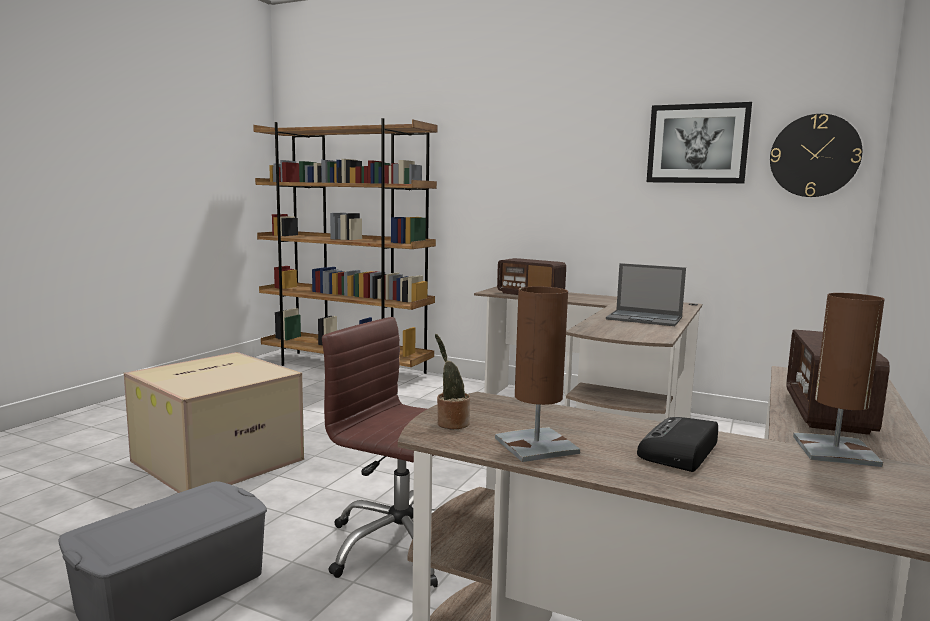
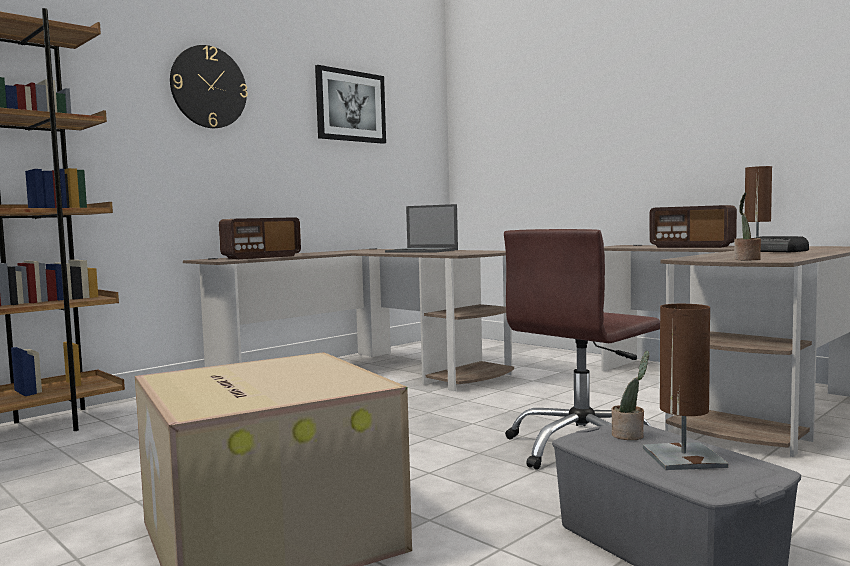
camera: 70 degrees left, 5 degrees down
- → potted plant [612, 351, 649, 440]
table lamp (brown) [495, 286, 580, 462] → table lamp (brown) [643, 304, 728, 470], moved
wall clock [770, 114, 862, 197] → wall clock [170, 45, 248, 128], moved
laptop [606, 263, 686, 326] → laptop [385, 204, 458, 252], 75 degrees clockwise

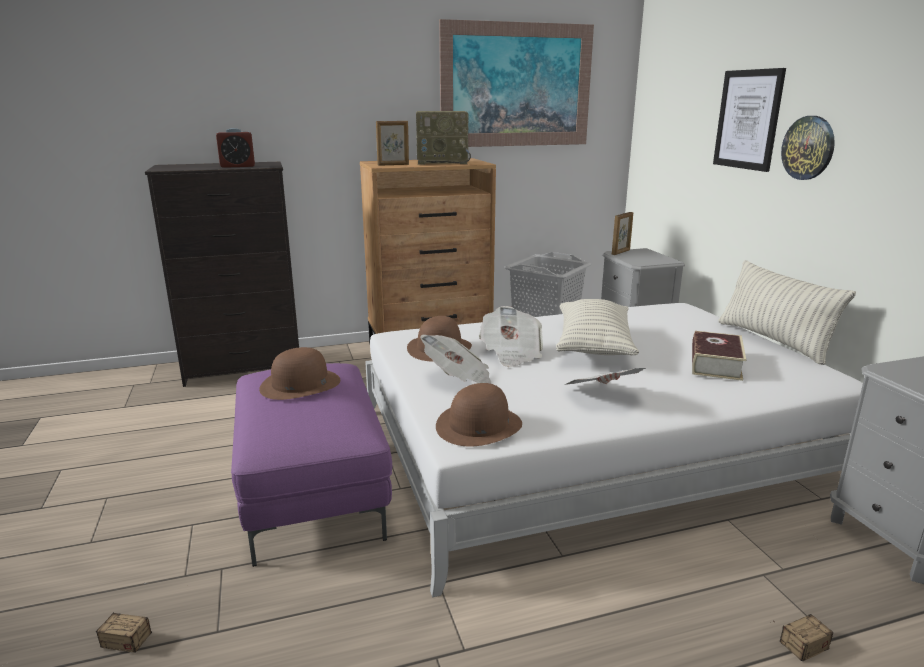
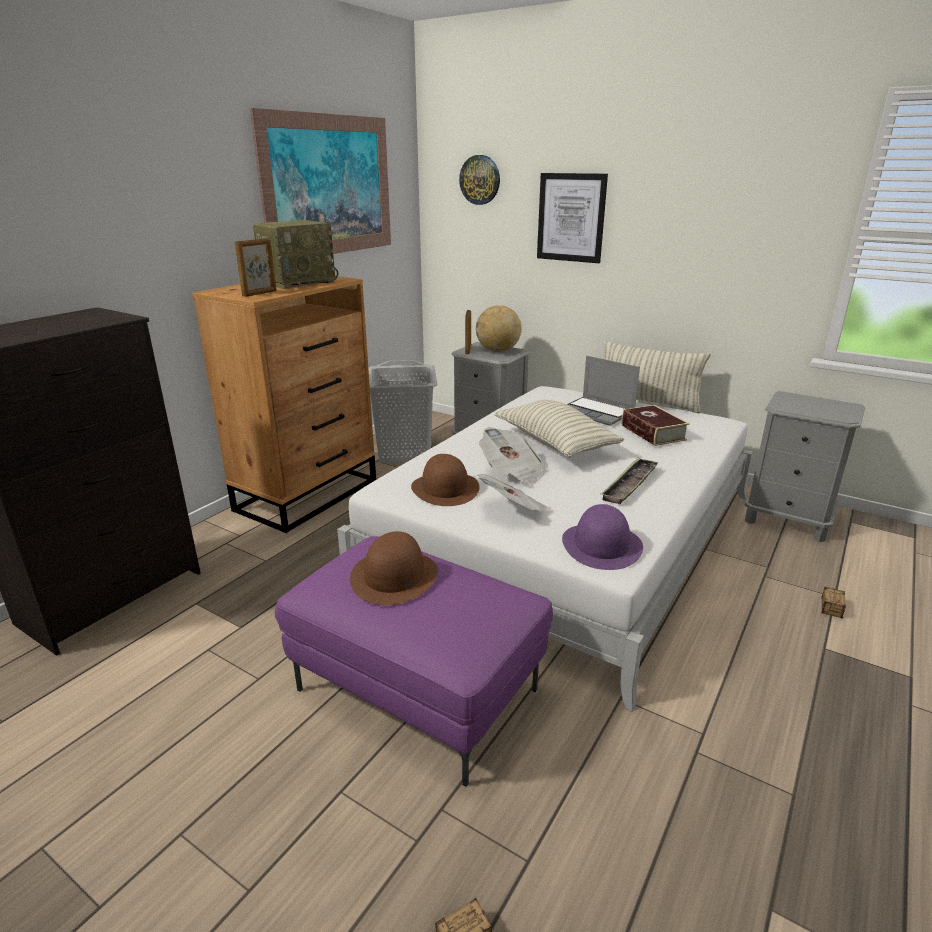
camera: 40 degrees left, 5 degrees up
alarm clock [216, 128, 255, 168] → -
- → globe [476, 305, 522, 352]
- → laptop [567, 356, 640, 426]
wall clock [781, 116, 835, 180] → wall clock [459, 155, 500, 205], moved
newspaper [565, 368, 646, 385] → tray [601, 458, 659, 504]
hat (brown) [436, 383, 522, 446] → hat (purple) [562, 504, 643, 570]

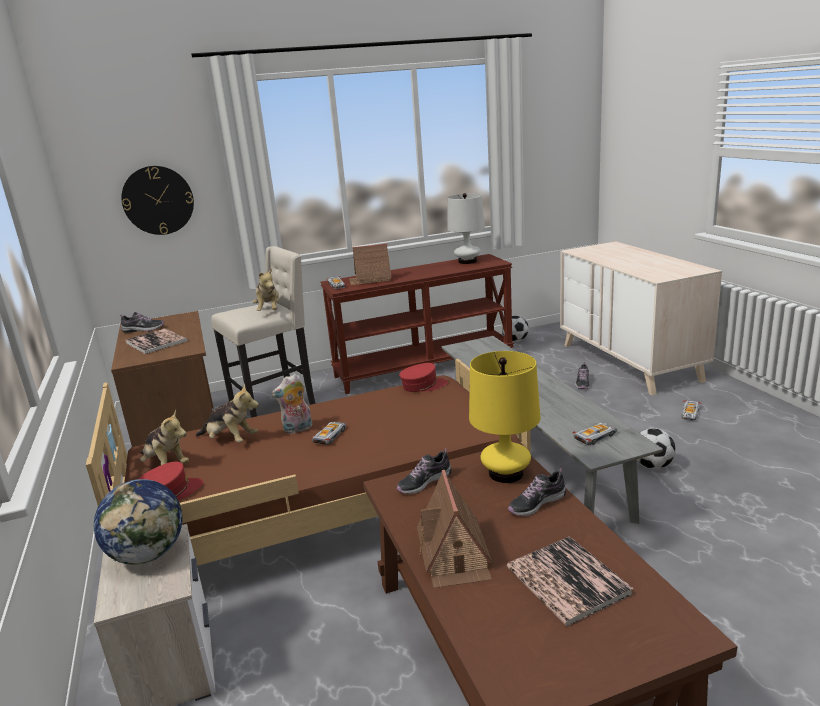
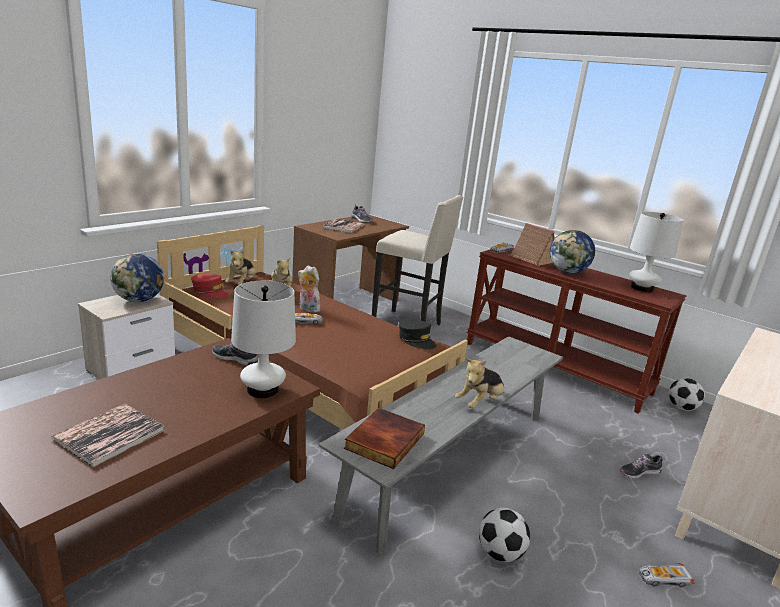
camera: 55 degrees right, 0 degrees up
wall clock [122, 166, 194, 235] → -
toy house [417, 470, 493, 588] → -
shoe [508, 468, 566, 516] → -
- → globe [550, 230, 595, 274]
plush toy [252, 268, 279, 311] → plush toy [455, 359, 504, 409], moved
toy car [572, 423, 617, 445] → book [344, 408, 425, 469]
cap (red) [399, 363, 448, 392] → cap (black) [399, 319, 436, 349]
table lamp (yellow) [469, 351, 541, 483] → table lamp (white) [231, 281, 296, 398]

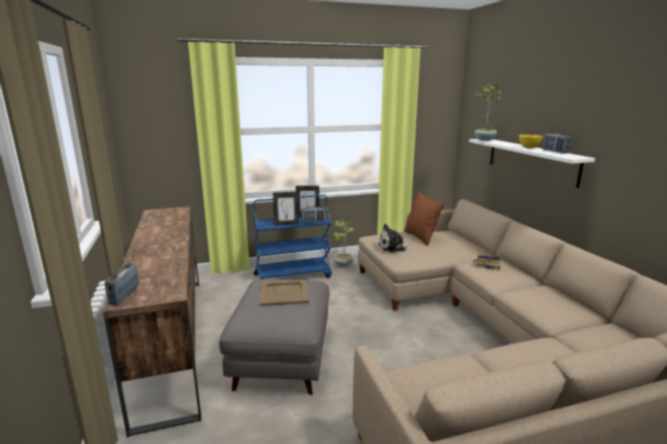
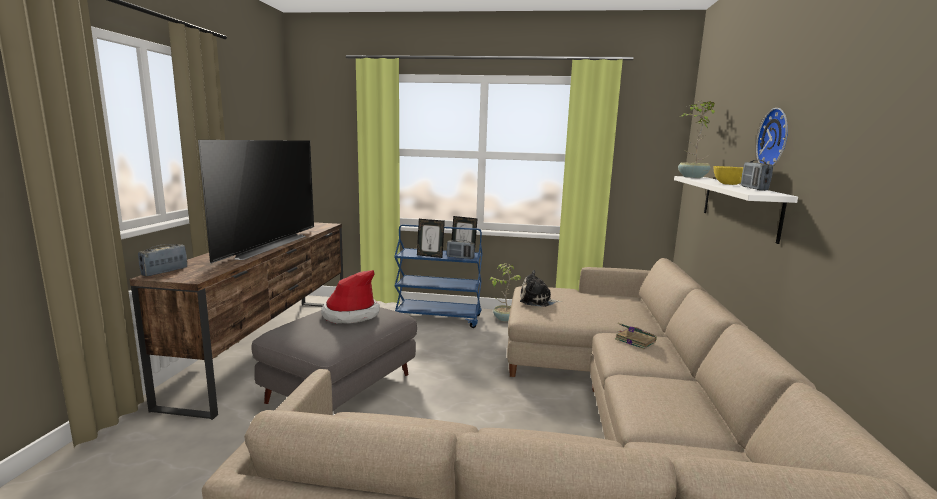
camera: 25 degrees right, 5 degrees down
pillow (brown) [404, 192, 445, 246] → -
- → television [198, 140, 314, 263]
- → wall clock [756, 108, 788, 166]
tray (beige) [260, 280, 309, 306] → hat [321, 270, 380, 324]

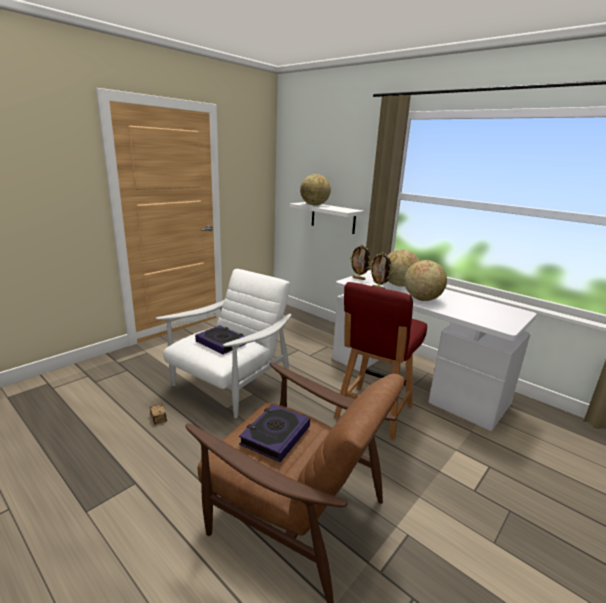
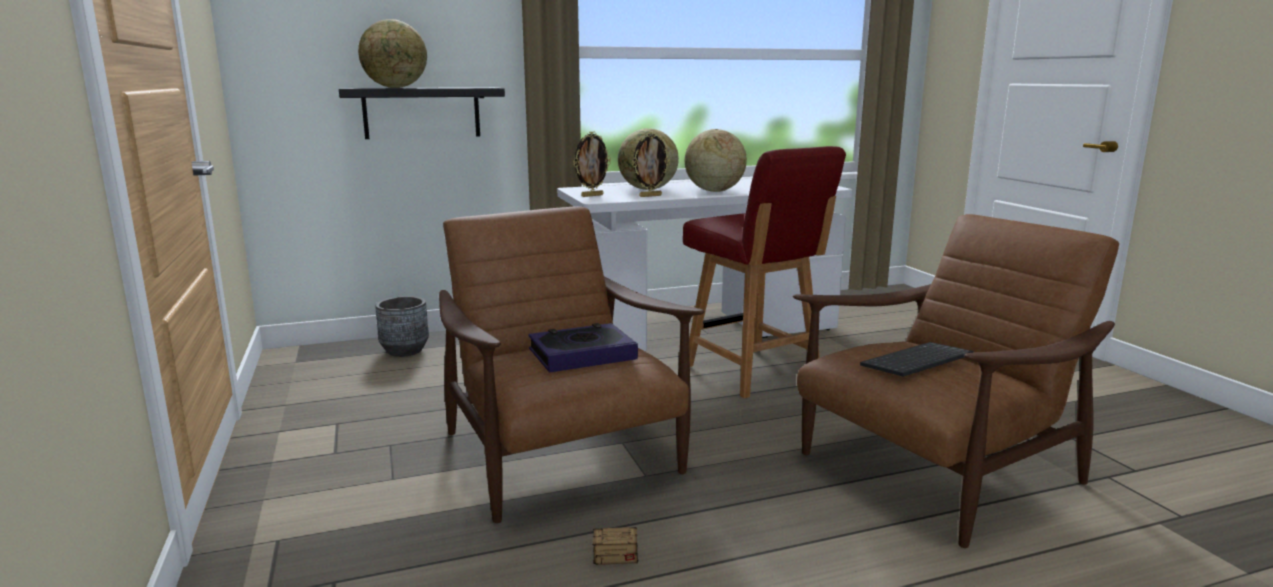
camera: 60 degrees left, 5 degrees down
- → planter (grey) [375, 296, 429, 357]
book [239, 404, 310, 462] → keyboard [860, 342, 974, 377]
armchair (white) [156, 269, 291, 419] → armchair (brown) [439, 206, 704, 523]
shelf (white) [290, 202, 364, 234] → shelf (black) [339, 87, 505, 139]

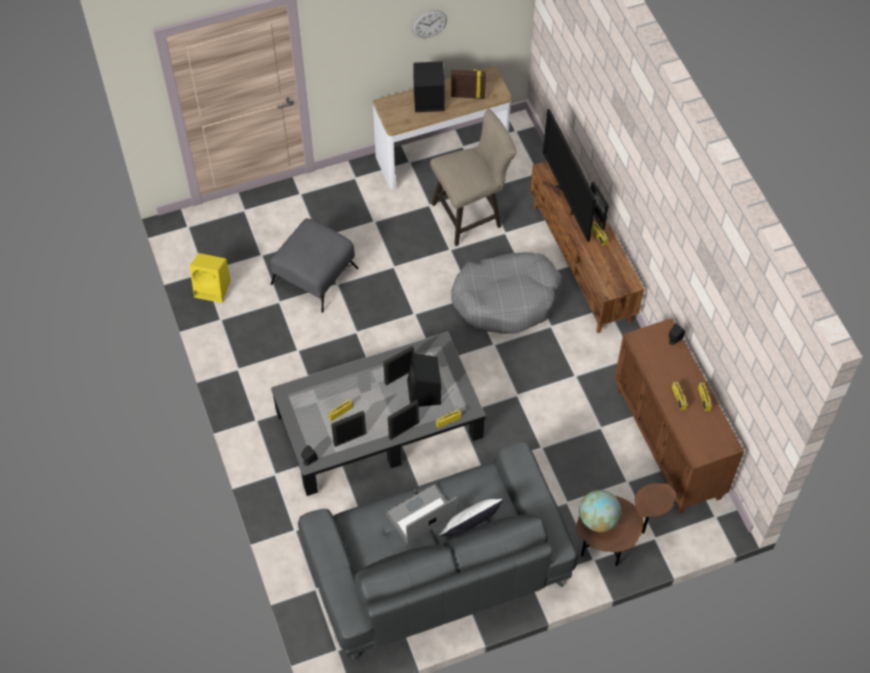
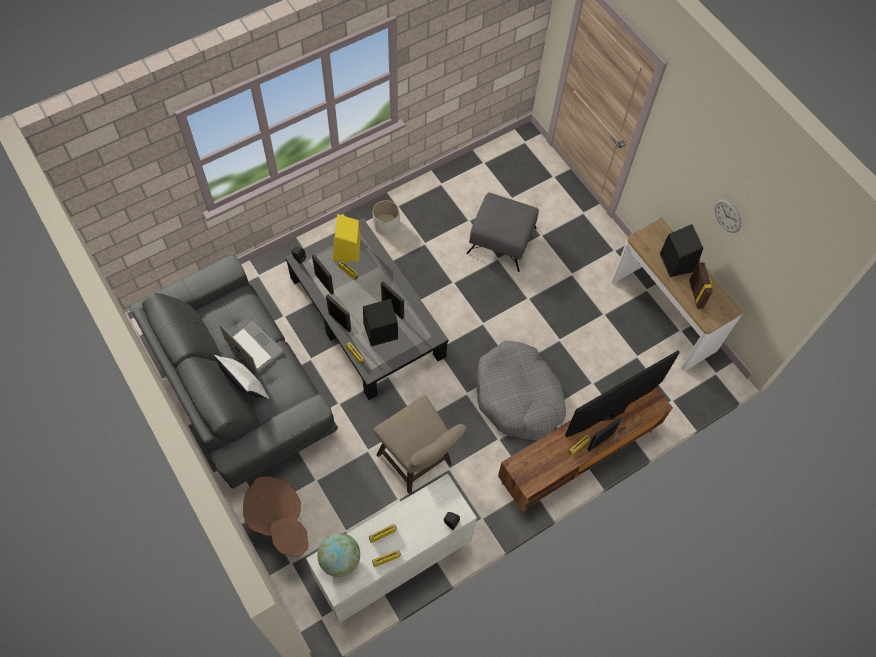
camera: 75 degrees right, 5 degrees up
- → planter (white) [372, 200, 399, 235]
speaker (yellow) [190, 253, 231, 303] → speaker (yellow) [332, 214, 360, 262], moved
stool (beige) [430, 109, 517, 246] → stool (beige) [374, 396, 467, 494], moved
globe [579, 490, 621, 532] → globe [317, 533, 360, 577], moved
cabinet (brown) [614, 318, 744, 514] → cabinet (white) [306, 473, 477, 623]

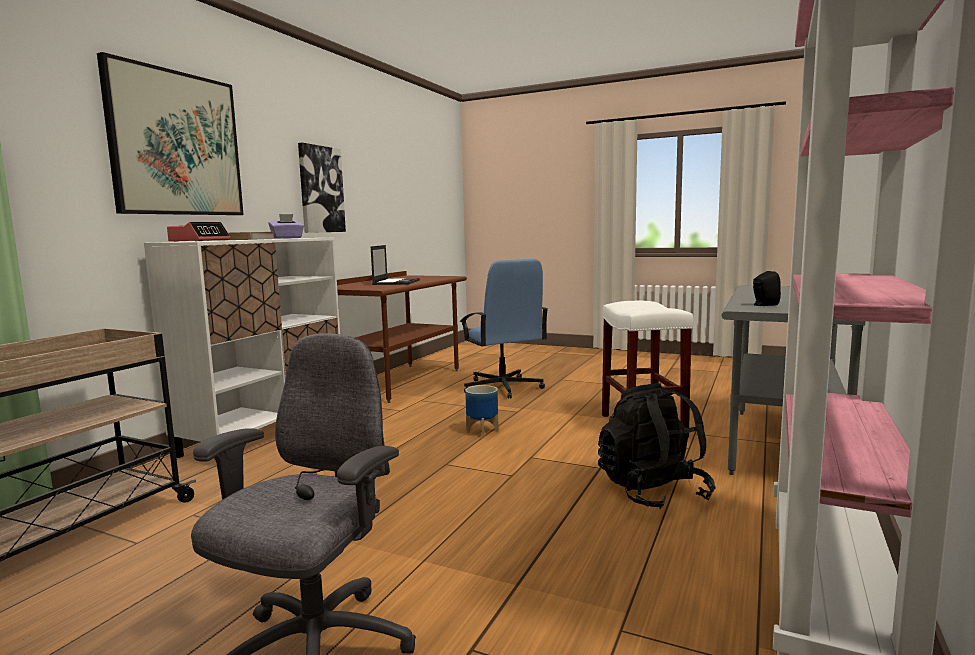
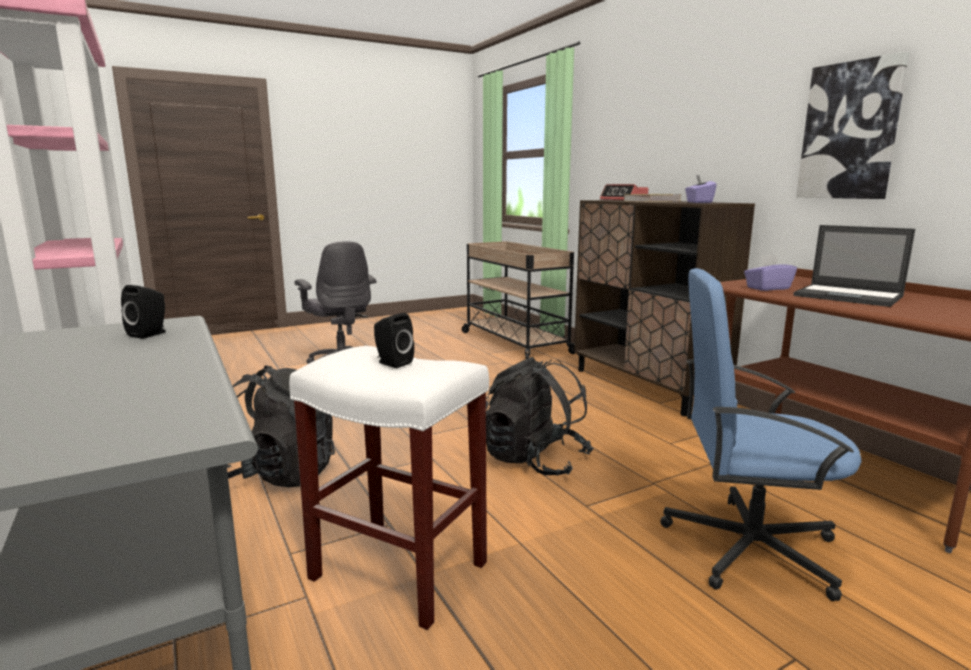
camera: 125 degrees right, 5 degrees up
picture [97, 52, 244, 215] → -
- → speaker (black) [374, 313, 414, 368]
- → tissue box (purple) [744, 255, 797, 291]
planter [465, 385, 499, 437] → backpack (black) [486, 357, 594, 476]
cabinet (white) [144, 238, 340, 458] → cabinet (brown) [574, 200, 755, 416]

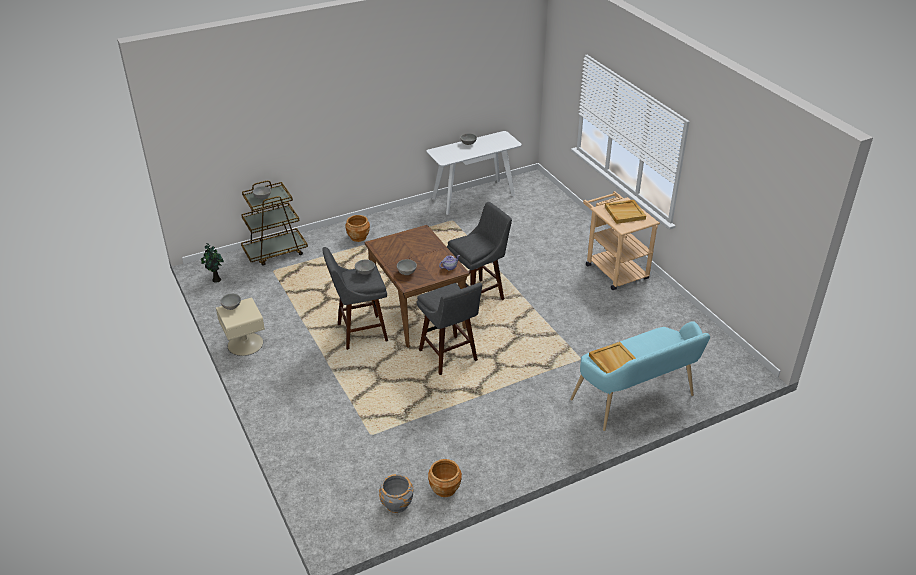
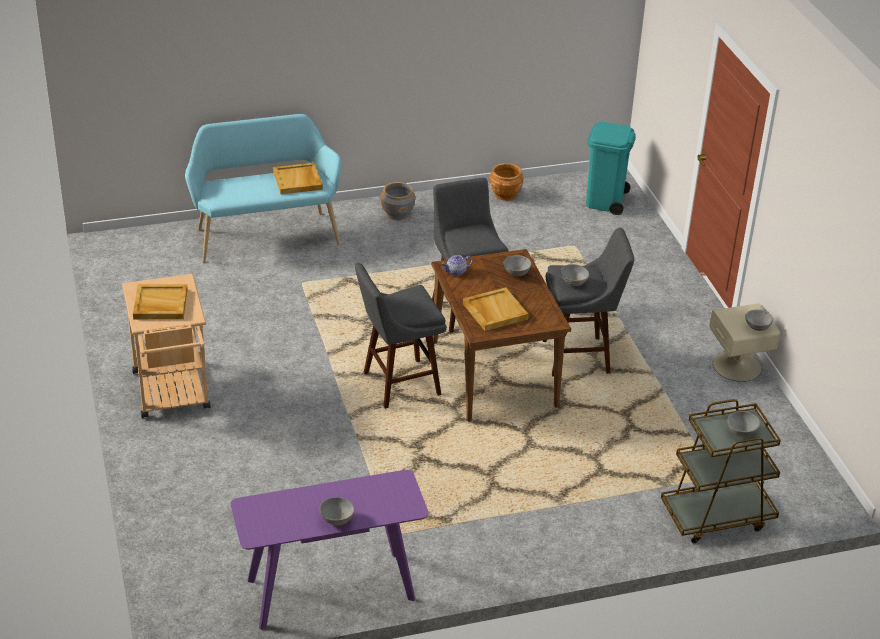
camera: 170 degrees left, 0 degrees up
potted plant [201, 243, 224, 283] → -
planter (brown) [345, 215, 370, 242] → -
- → tray (beige) [463, 287, 529, 331]
- → trash can (turquoise) [586, 122, 636, 215]
planter (grey) [379, 474, 413, 513] → planter (grey) [381, 182, 416, 220], moved
console table (white) [426, 131, 522, 215] → console table (purple) [230, 470, 429, 630]

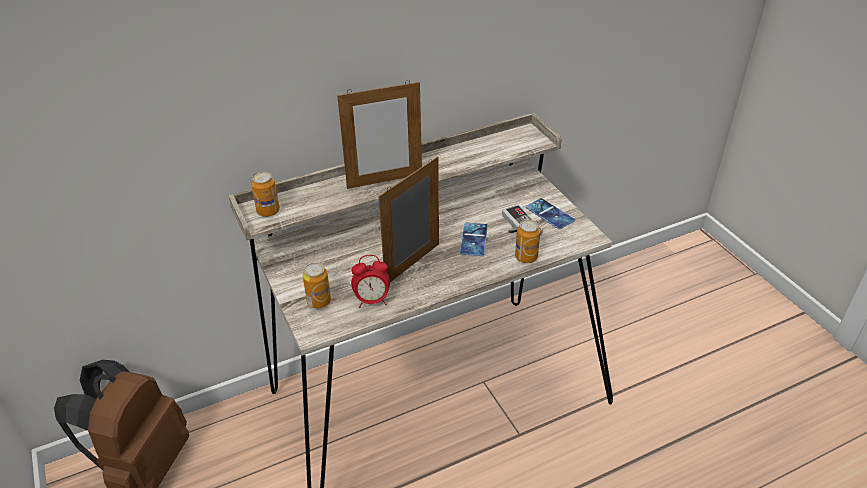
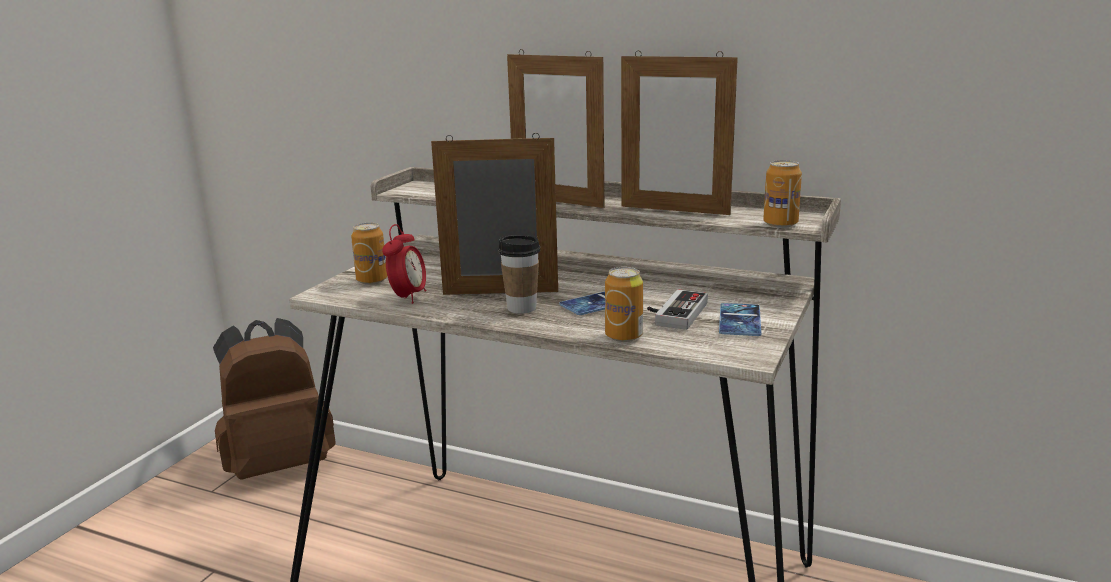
camera: 50 degrees right, 20 degrees down
- → cup [498, 235, 540, 314]
- → picture frame [621, 51, 738, 215]
can [251, 172, 280, 217] → can [763, 160, 802, 228], moved
alarm clock [351, 255, 390, 308] → alarm clock [382, 224, 426, 304], 120 degrees counterclockwise

